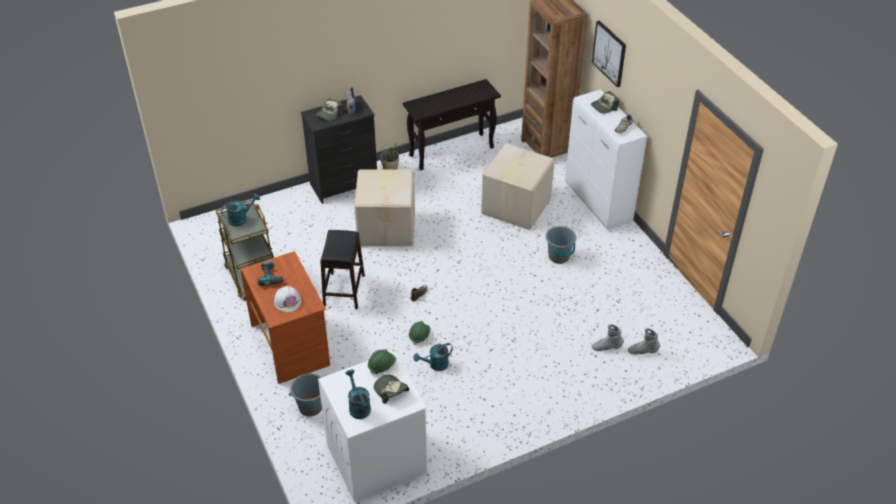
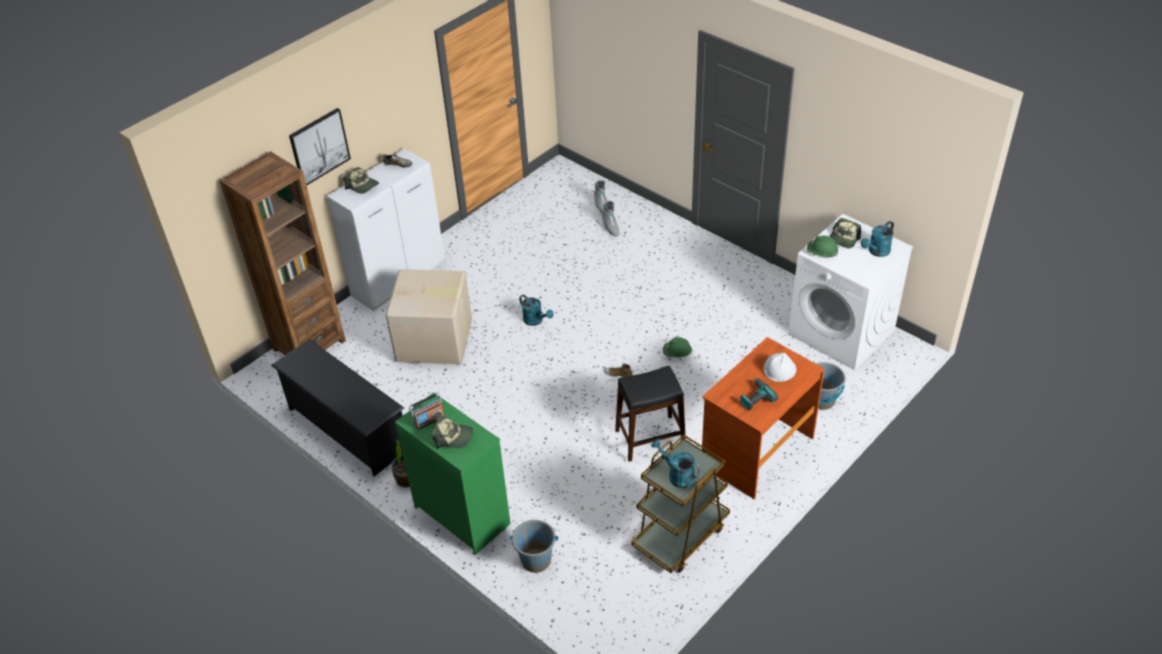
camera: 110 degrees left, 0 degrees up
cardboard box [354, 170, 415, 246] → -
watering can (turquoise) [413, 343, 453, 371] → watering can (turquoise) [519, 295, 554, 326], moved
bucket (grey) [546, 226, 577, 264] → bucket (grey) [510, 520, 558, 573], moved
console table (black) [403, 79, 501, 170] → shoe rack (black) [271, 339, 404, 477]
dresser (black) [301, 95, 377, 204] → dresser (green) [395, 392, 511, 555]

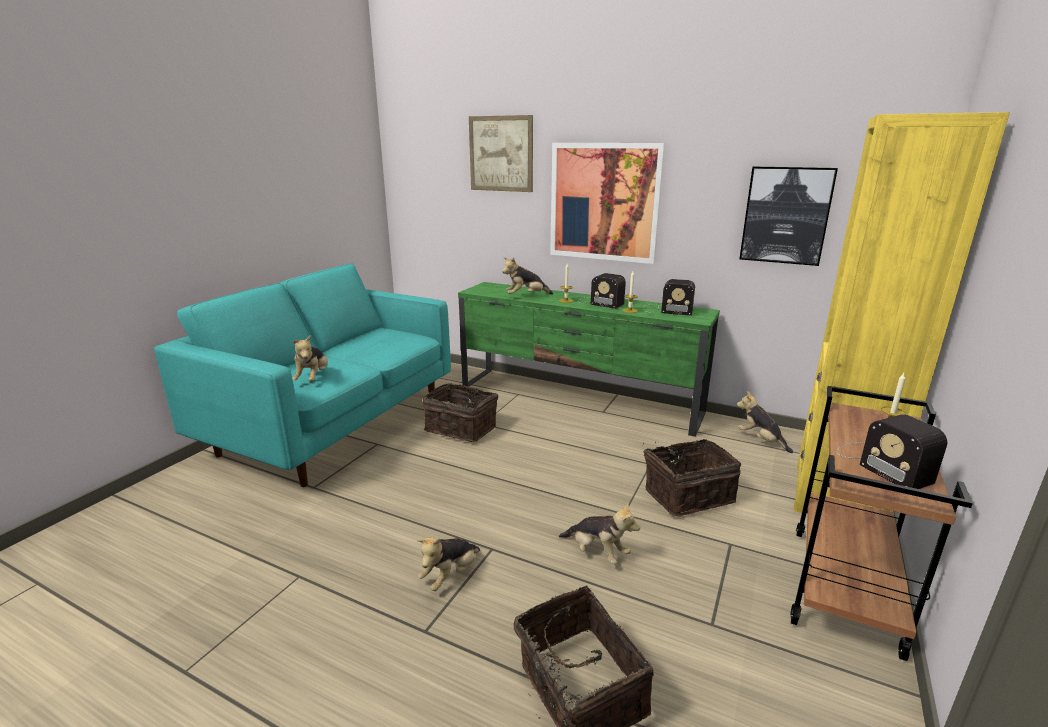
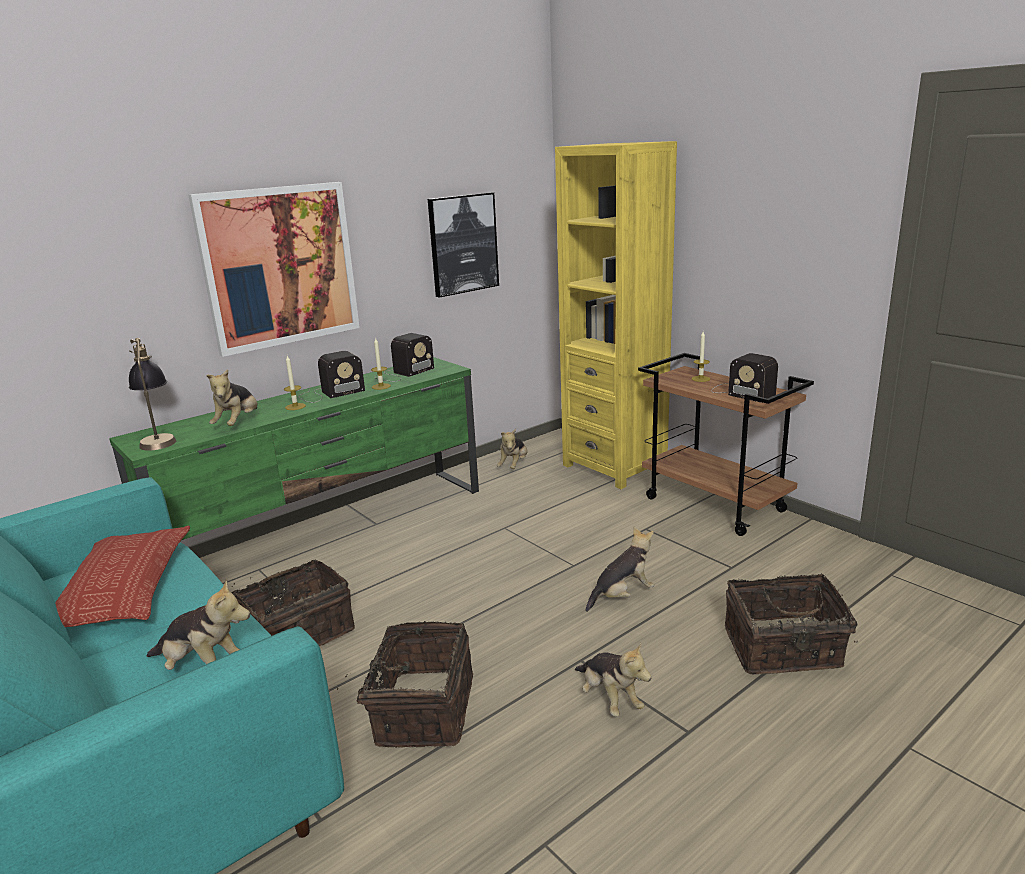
camera: 65 degrees left, 0 degrees up
picture [469, 115, 533, 192] → -
- → pillow [55, 526, 190, 627]
- → table lamp [129, 338, 176, 451]
basket [643, 439, 741, 516] → basket [337, 621, 473, 748], moved
plush toy [737, 391, 793, 453] → plush toy [497, 429, 528, 469], 60 degrees counterclockwise
radio [837, 414, 947, 489] → radio [712, 353, 778, 403], 45 degrees clockwise

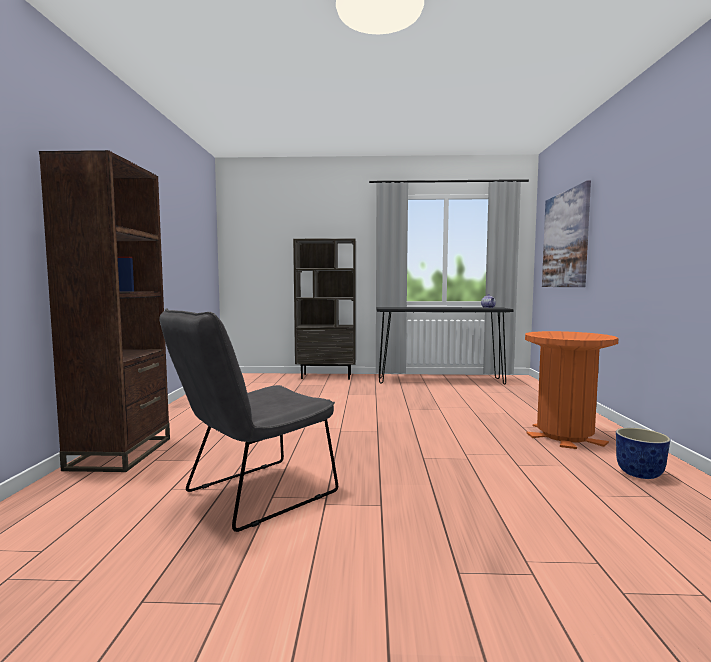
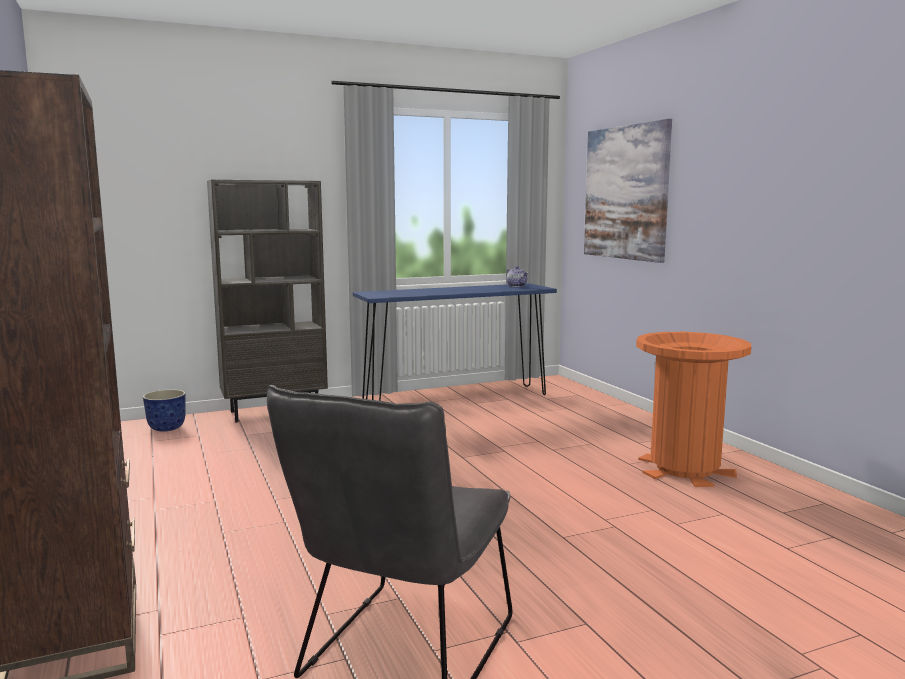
camera: 25 degrees left, 5 degrees up
planter [616, 428, 670, 479] → planter [143, 389, 186, 432], moved
console table (black) [377, 307, 514, 384] → console table (blue) [353, 283, 557, 401]

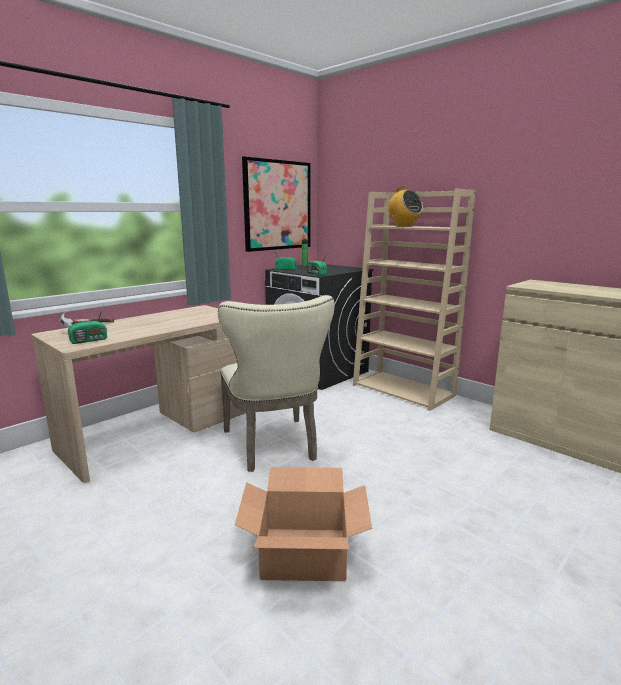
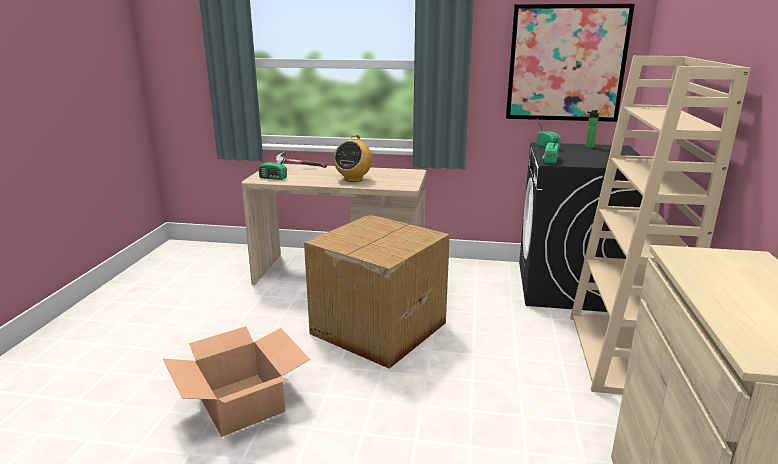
camera: 55 degrees right, 5 degrees up
radio [387, 186, 423, 227] → radio [334, 135, 372, 182], moved
chair (beige) [218, 295, 335, 472] → cardboard box [304, 214, 450, 369]

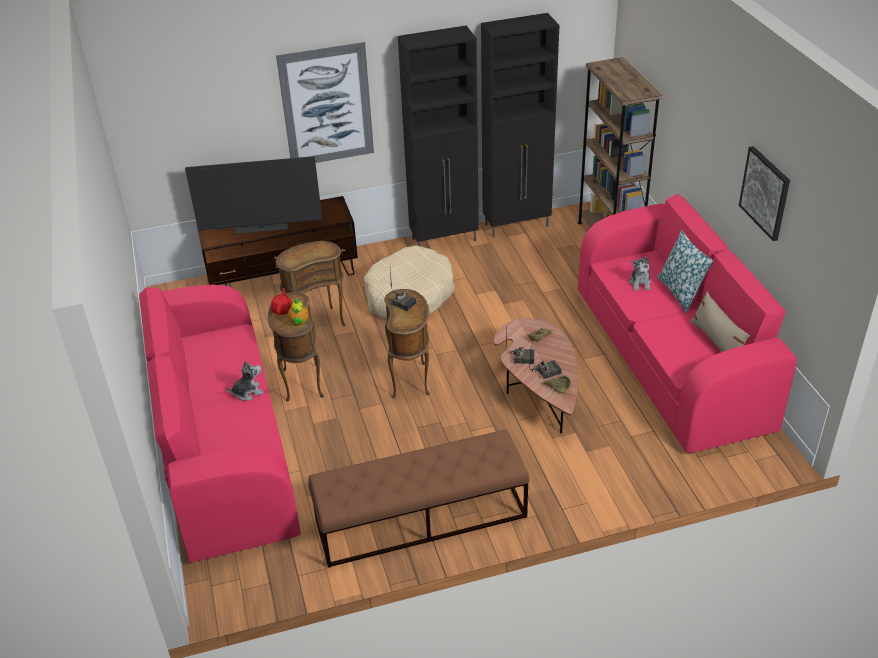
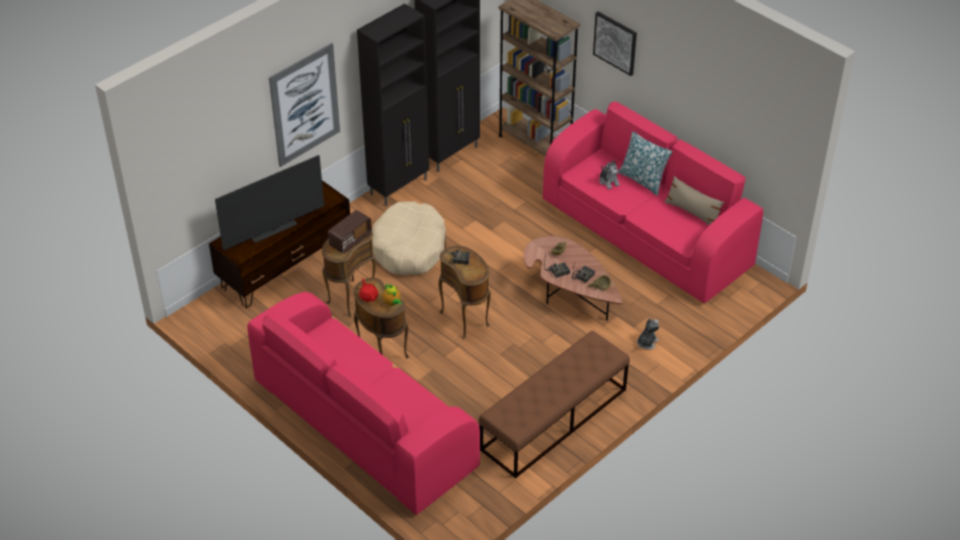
camera: 30 degrees left, 5 degrees up
- → radio [328, 210, 372, 254]
plush toy [225, 360, 264, 401] → plush toy [637, 318, 659, 350], moved
picture [739, 146, 790, 241] → picture [593, 11, 637, 76], moved

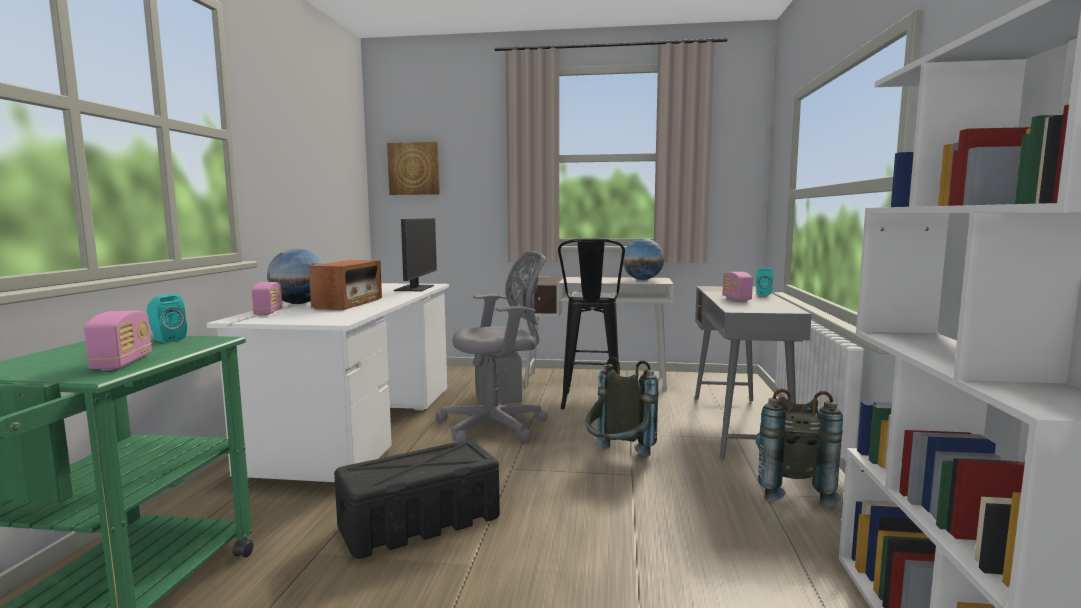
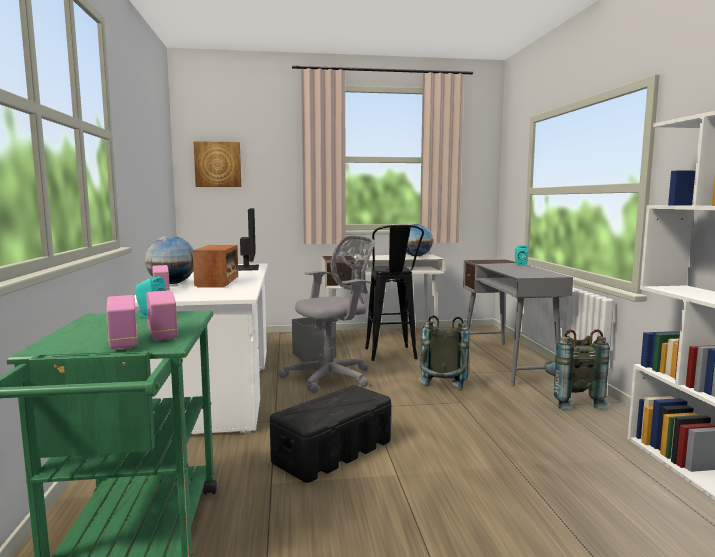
camera: 15 degrees left, 0 degrees up
radio [722, 272, 753, 301] → radio [107, 295, 138, 349], moved

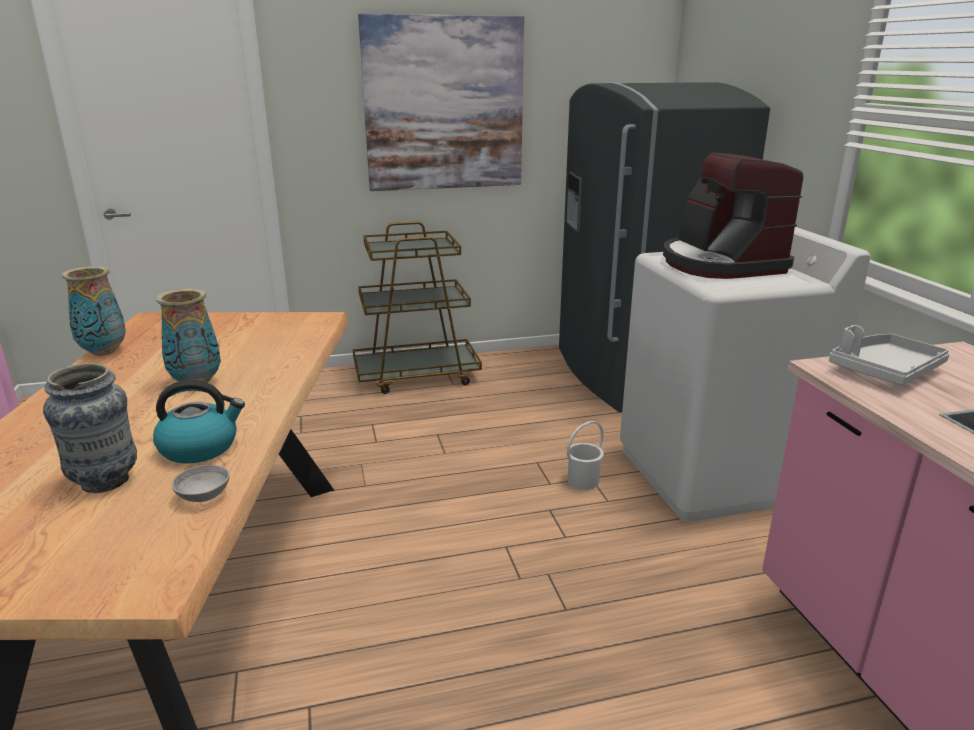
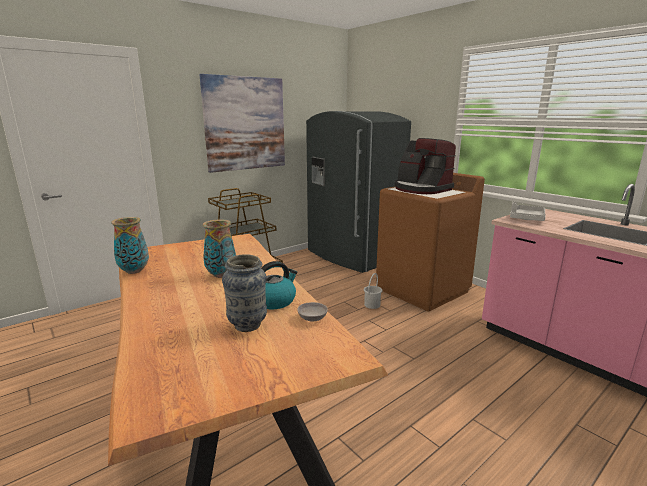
camera: 25 degrees left, 5 degrees down
washing machine (white) [620, 227, 870, 522] → washing machine (brown) [376, 173, 485, 311]

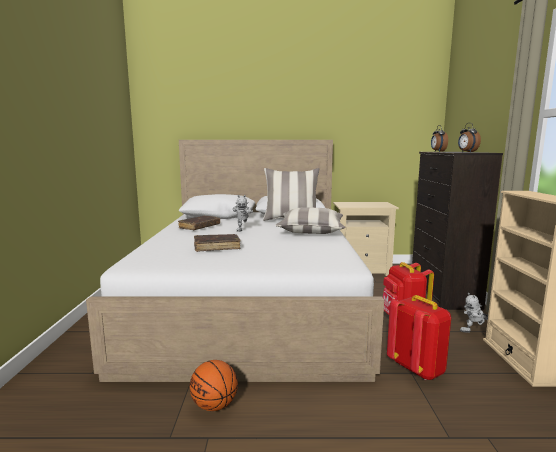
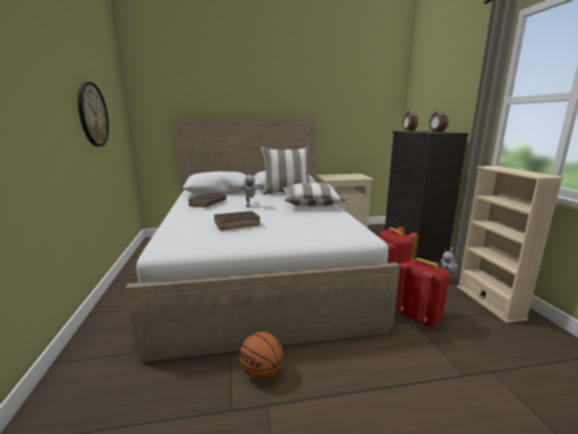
camera: 10 degrees left, 5 degrees up
- → wall clock [78, 82, 109, 147]

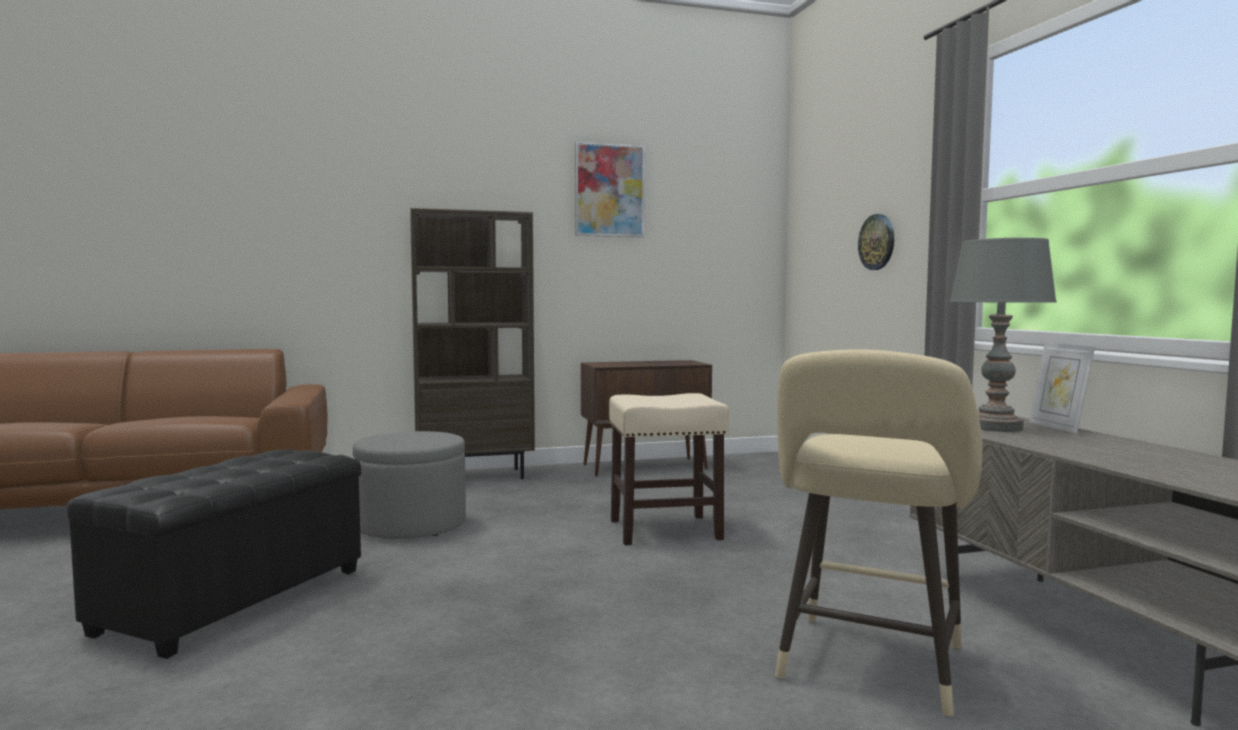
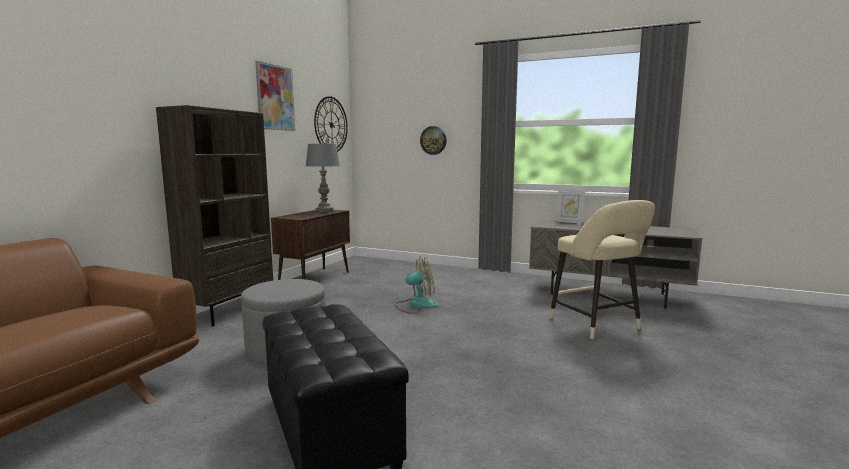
camera: 50 degrees left, 5 degrees up
- → wall clock [314, 96, 348, 152]
table lamp (grey) [950, 238, 1057, 432] → table lamp (grey) [306, 143, 340, 212], moved
stool (beige) [609, 393, 729, 545] → fan [395, 256, 438, 314]

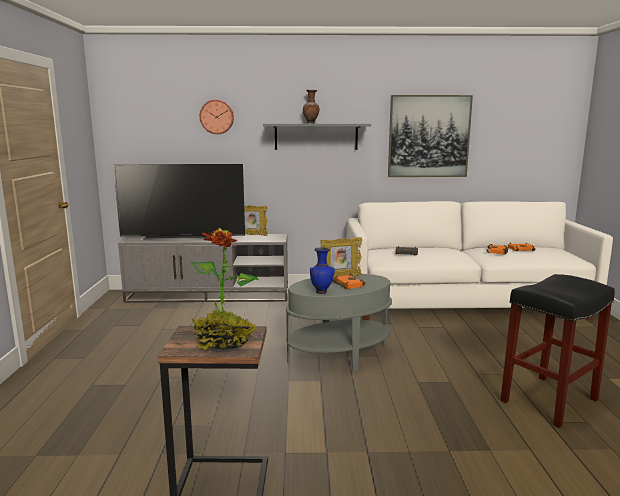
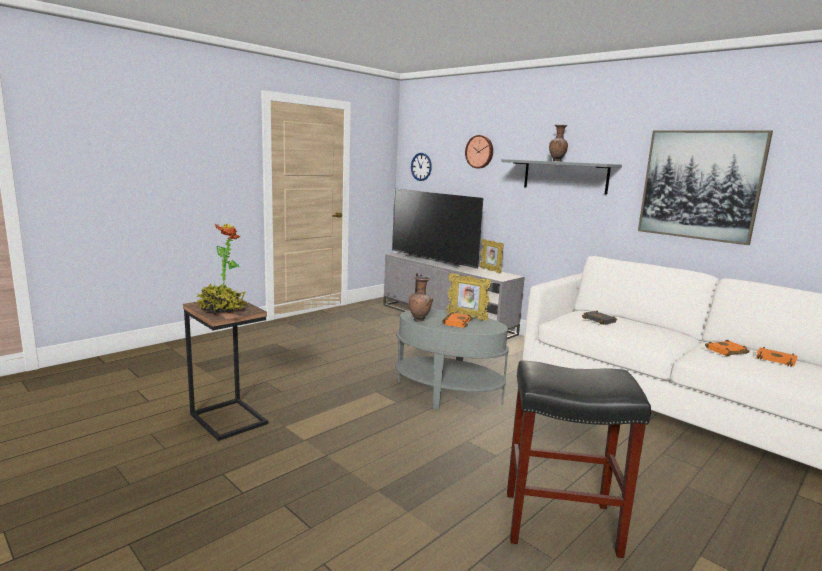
camera: 45 degrees right, 0 degrees up
- → wall clock [411, 153, 432, 181]
vase (blue) [310, 247, 335, 294] → vase (brown) [408, 276, 433, 322]

